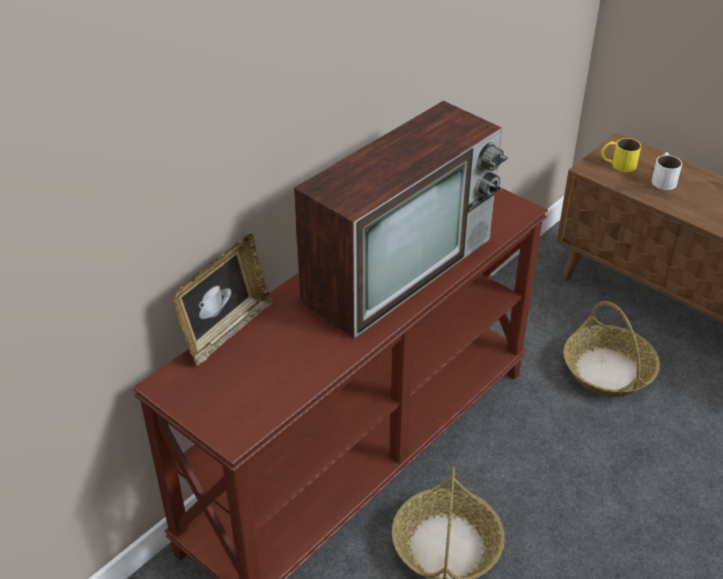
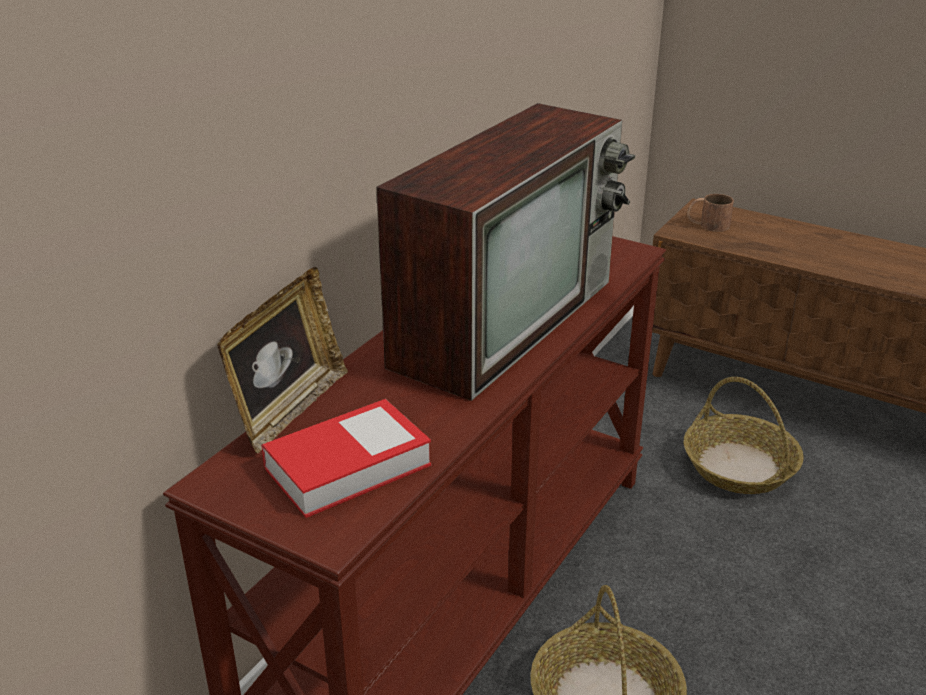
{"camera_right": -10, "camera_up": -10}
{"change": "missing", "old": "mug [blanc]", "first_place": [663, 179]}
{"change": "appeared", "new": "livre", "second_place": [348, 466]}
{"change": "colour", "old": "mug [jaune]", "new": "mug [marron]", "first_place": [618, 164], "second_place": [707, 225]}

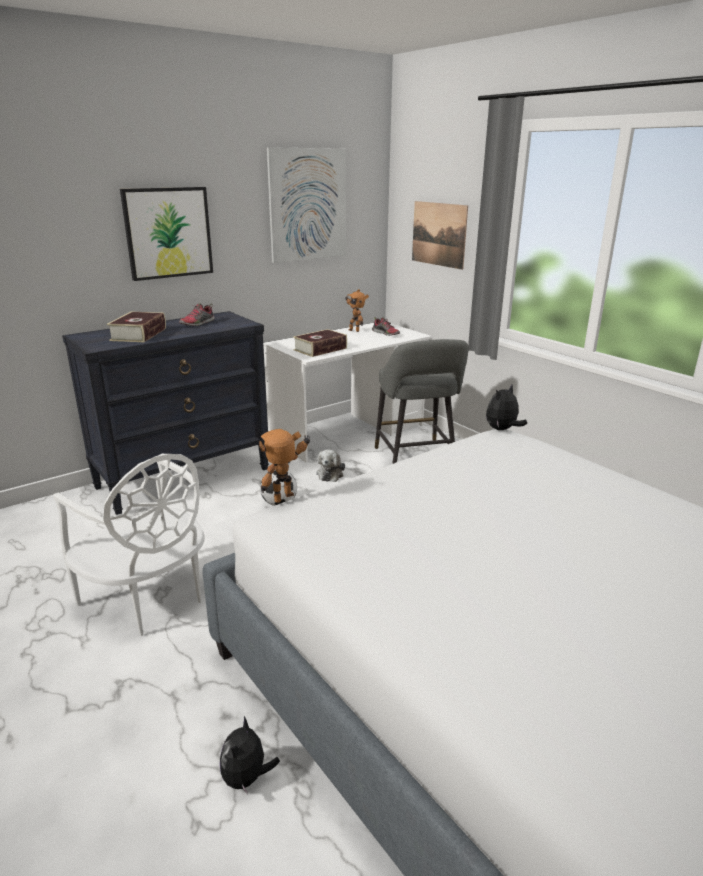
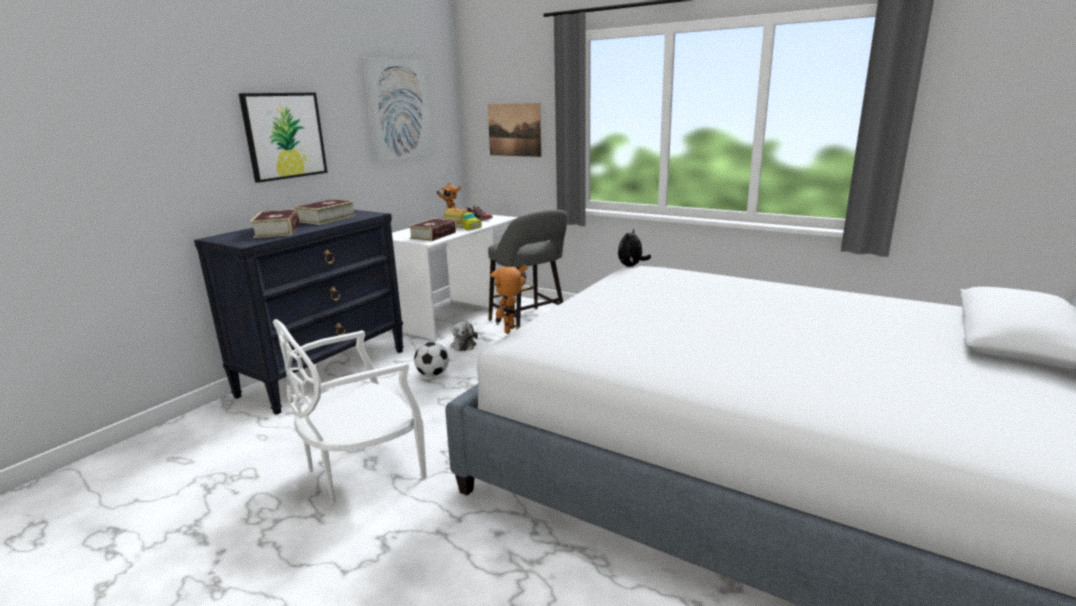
{"camera_right": -20, "camera_up": -5}
{"change": "missing", "old": "peluche", "first_place": [247, 778]}
{"change": "appeared", "new": "camion jouet", "second_place": [461, 226]}
{"change": "exchanged", "old": "chaussure", "new": "livre", "first_place": [198, 324], "second_place": [327, 218]}
{"change": "spun", "old": "chaise [blanc]", "first_place": [148, 599], "second_place": [361, 470], "degrees": 120}

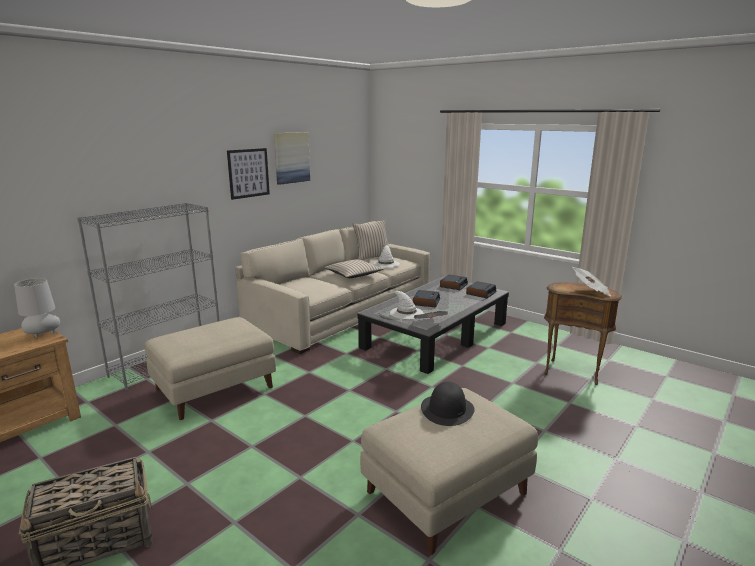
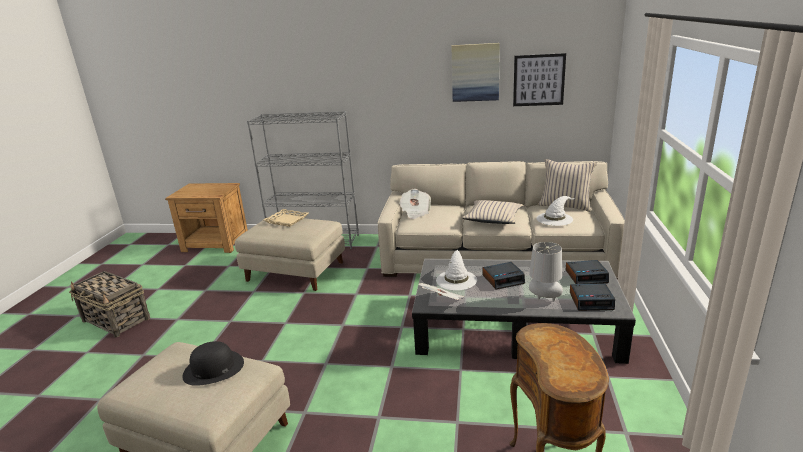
{"camera_right": 60, "camera_up": 5}
{"change": "appeared", "new": "plateau [beige]", "second_place": [286, 220]}
{"change": "relocated", "old": "lampe de table [gris]", "first_place": [42, 335], "second_place": [544, 299]}
{"change": "relocated", "old": "tableau", "first_place": [248, 173], "second_place": [538, 80]}
{"change": "relocated", "old": "journal", "first_place": [591, 291], "second_place": [415, 212]}

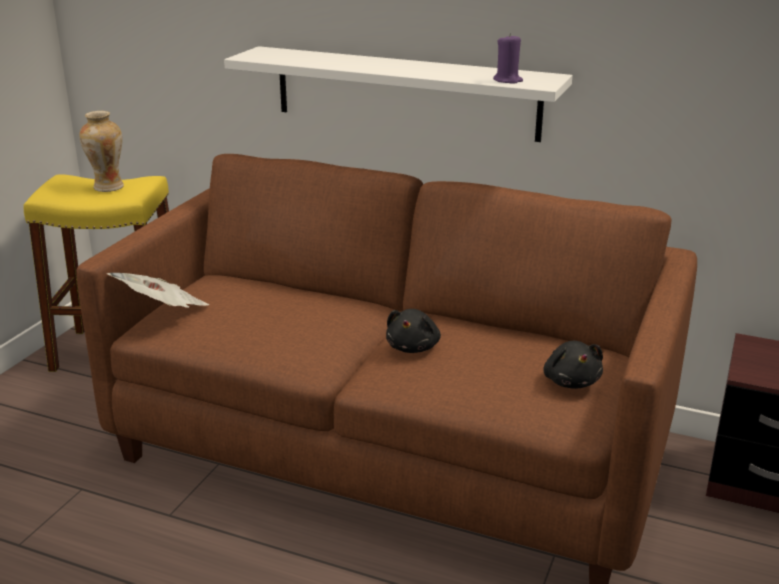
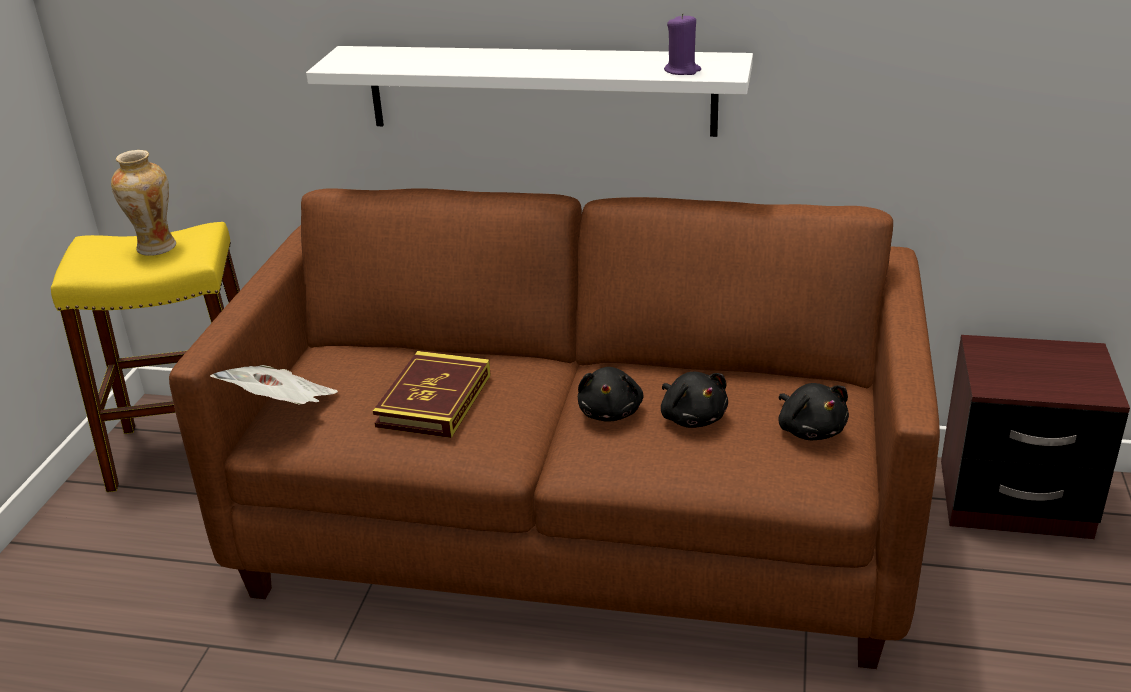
{"camera_right": -10, "camera_up": 5}
{"change": "appeared", "new": "livre", "second_place": [434, 400]}
{"change": "appeared", "new": "peluche [noir]", "second_place": [692, 417]}

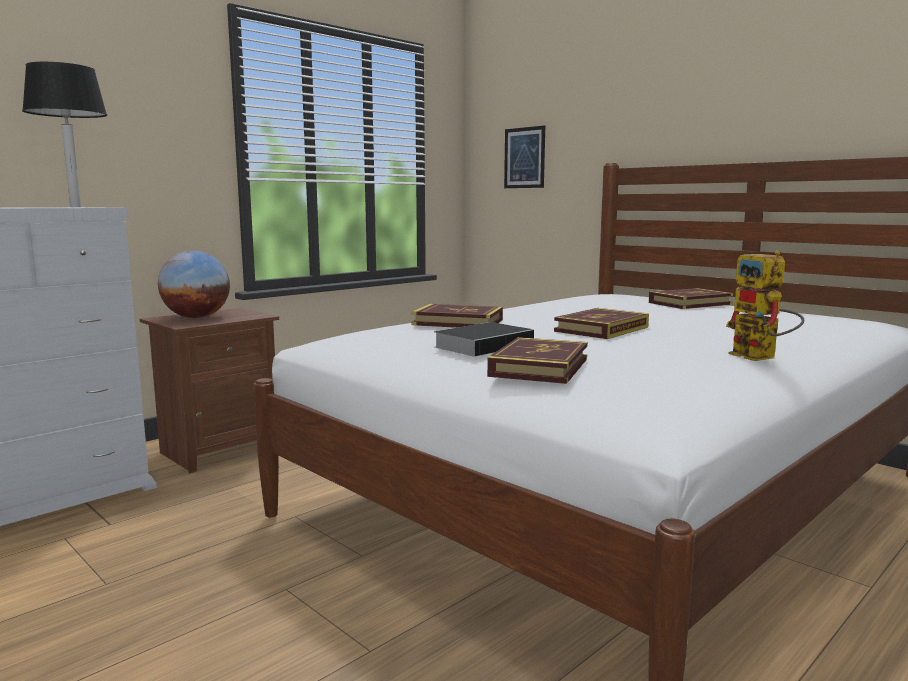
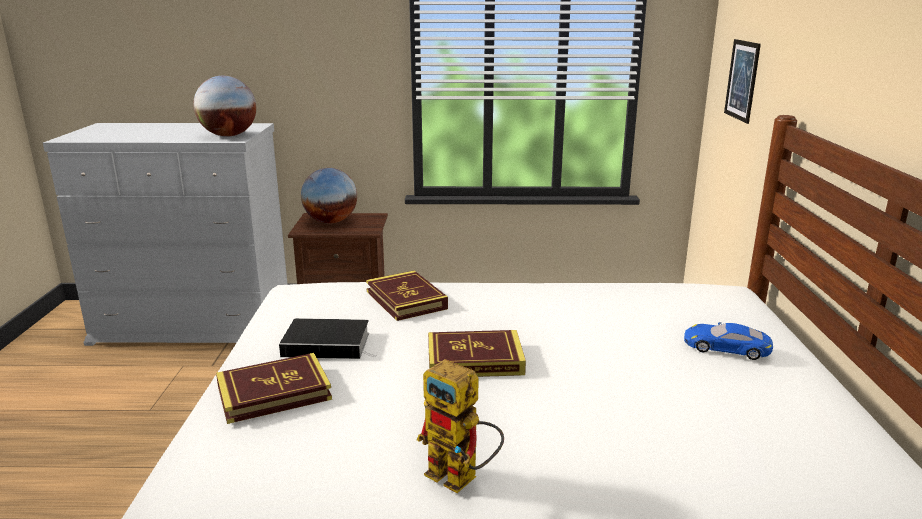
{"camera_right": 45, "camera_up": 10}
{"change": "exchanged", "old": "lampe de table [noir]", "new": "globe", "first_place": [75, 207], "second_place": [229, 135]}
{"change": "exchanged", "old": "livre", "new": "petite voiture [bleu]", "first_place": [690, 303], "second_place": [726, 347]}
{"change": "spun", "old": "robot jouet", "first_place": [762, 358], "second_place": [462, 478], "degrees": -75}

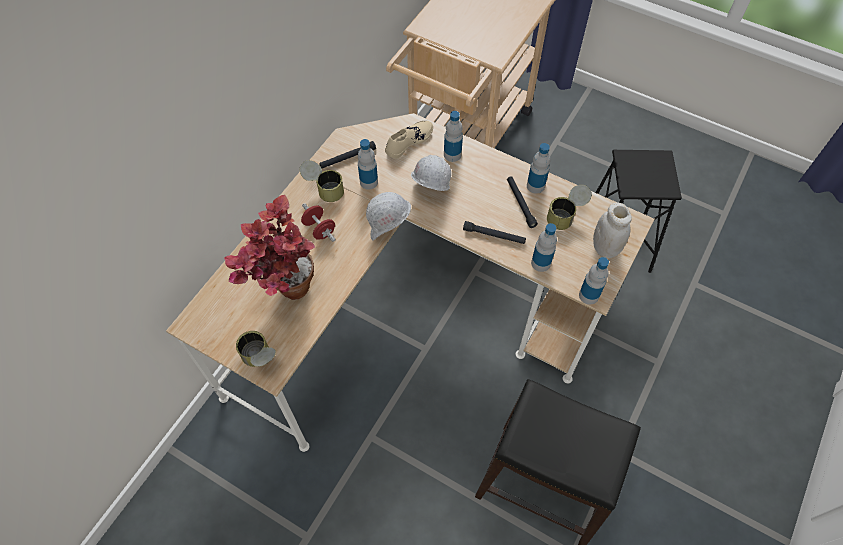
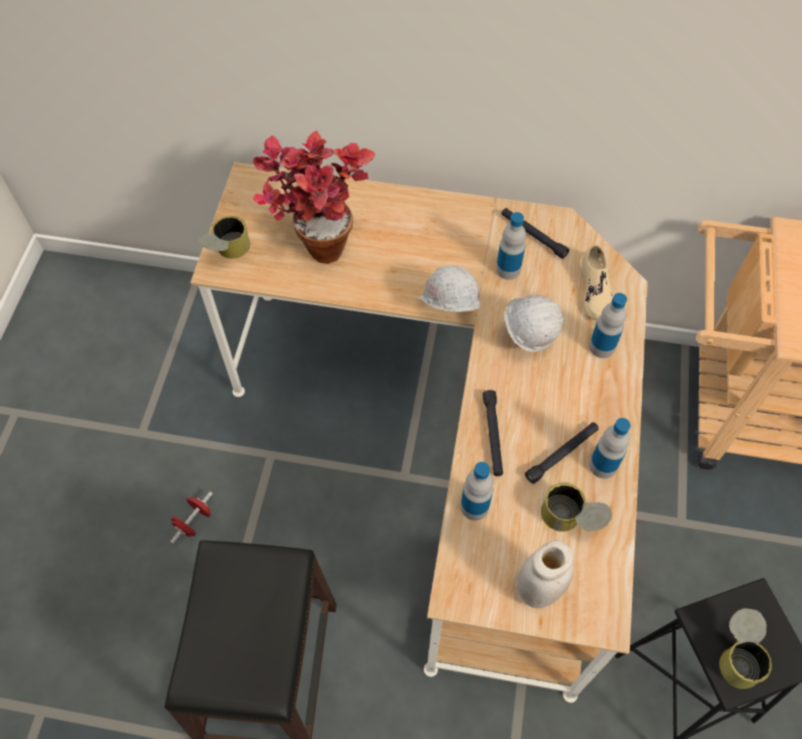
{"camera_right": 70, "camera_up": 0}
{"change": "missing", "old": "bouteille", "first_place": [588, 295]}
{"change": "relocated", "old": "boîte métallique", "first_place": [324, 189], "second_place": [738, 654]}
{"change": "relocated", "old": "haltère [rouge]", "first_place": [319, 229], "second_place": [194, 521]}
{"change": "spun", "old": "chaussure [beige]", "first_place": [409, 141], "second_place": [595, 291], "degrees": 60}

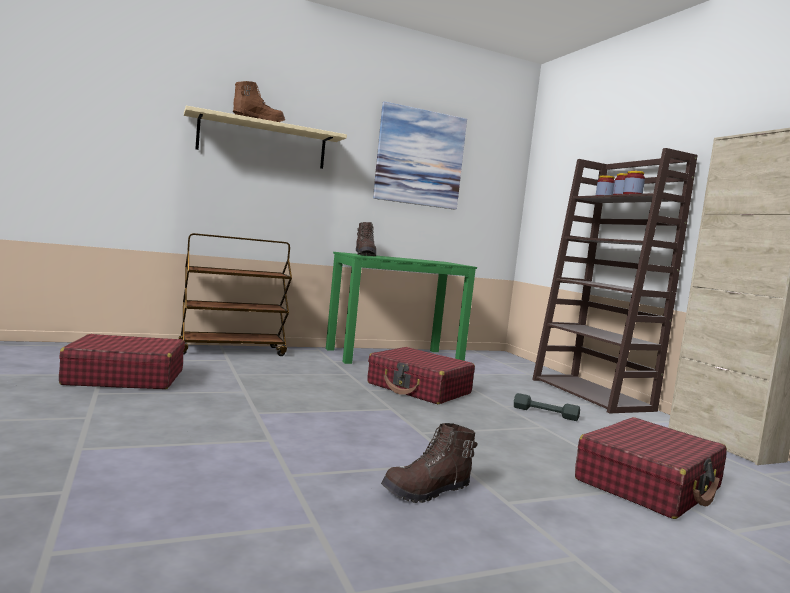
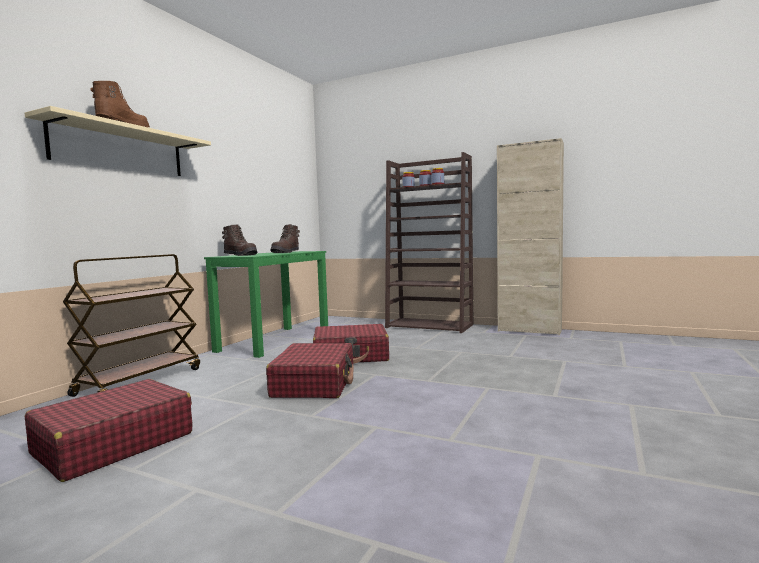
{"camera_right": -40, "camera_up": 0}
{"change": "missing", "old": "tableau", "first_place": [420, 158]}
{"change": "missing", "old": "haltère [gris]", "first_place": [545, 413]}
{"change": "relocated", "old": "botte [marron]", "first_place": [427, 491], "second_place": [286, 252]}
{"change": "relocated", "old": "valise [rouge]", "first_place": [649, 484], "second_place": [314, 384]}

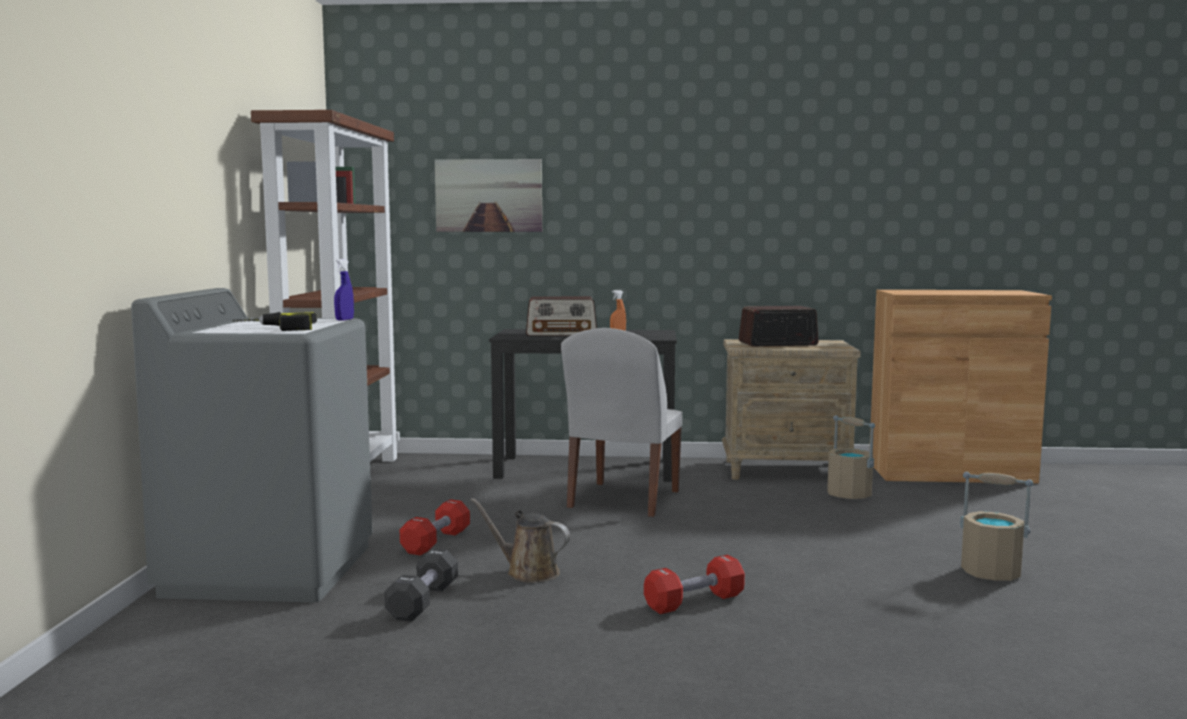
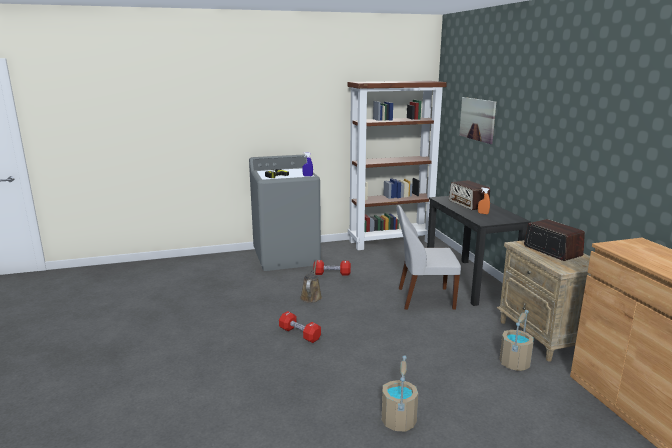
{"camera_right": 70, "camera_up": 10}
{"change": "missing", "old": "haltère [noir]", "first_place": [423, 602]}

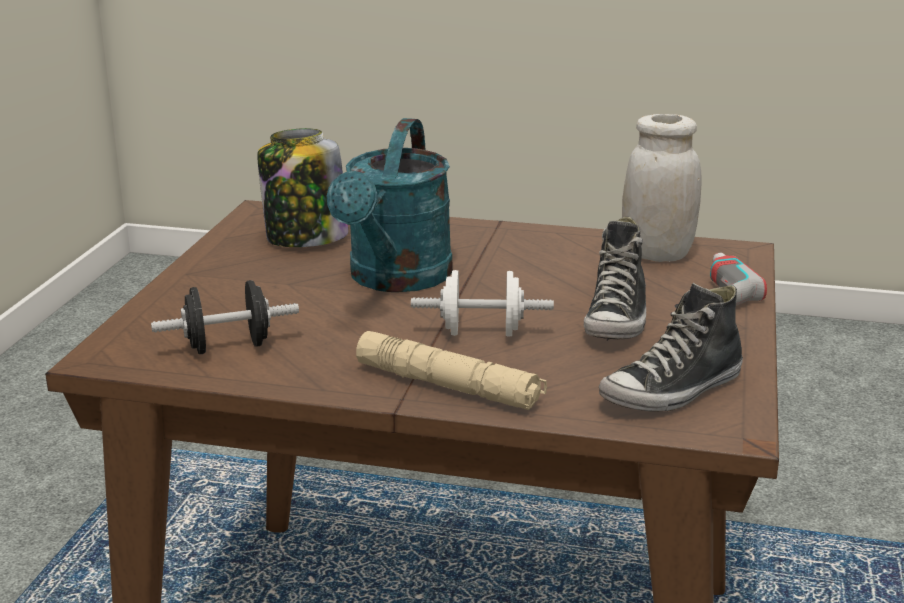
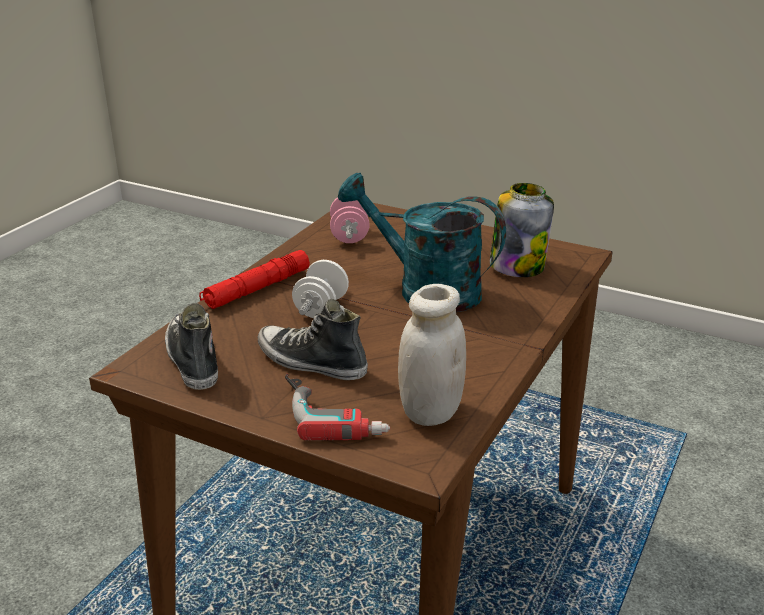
{"camera_right": 105, "camera_up": 5}
{"change": "colour", "old": "haltère [noir]", "new": "haltère [rose]", "first_place": [228, 347], "second_place": [349, 236]}
{"change": "colour", "old": "lampe de poche [beige]", "new": "lampe de poche [rouge]", "first_place": [448, 386], "second_place": [257, 289]}

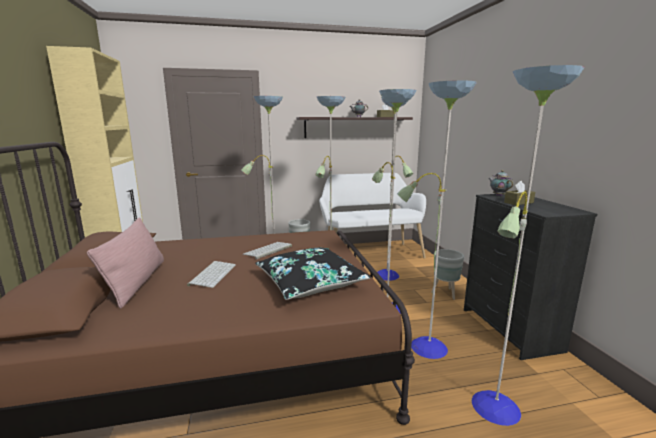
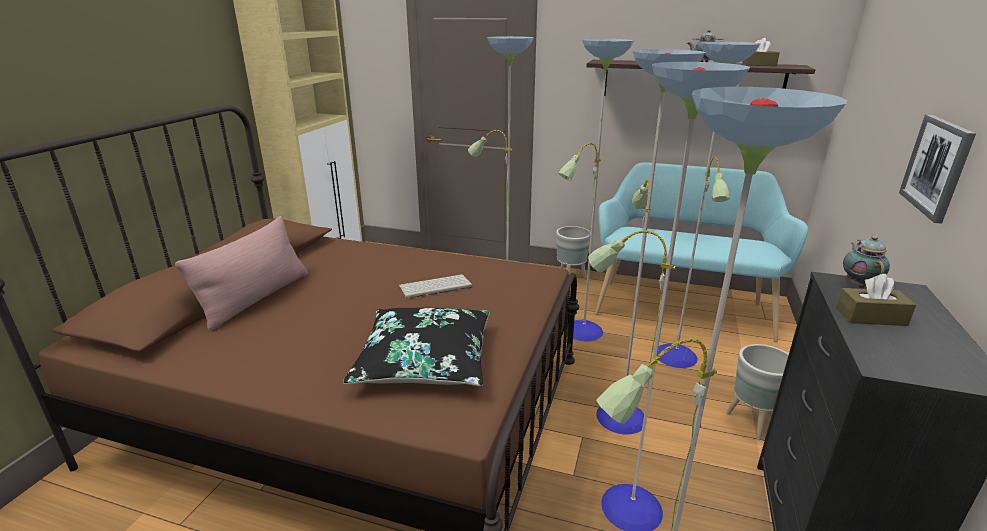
{"camera_right": 30, "camera_up": 10}
{"change": "missing", "old": "clavier", "first_place": [212, 274]}
{"change": "appeared", "new": "tableau", "second_place": [937, 166]}
{"change": "colour", "old": "banc [blanc]", "new": "banc [turquoise]", "first_place": [370, 253], "second_place": [682, 306]}

